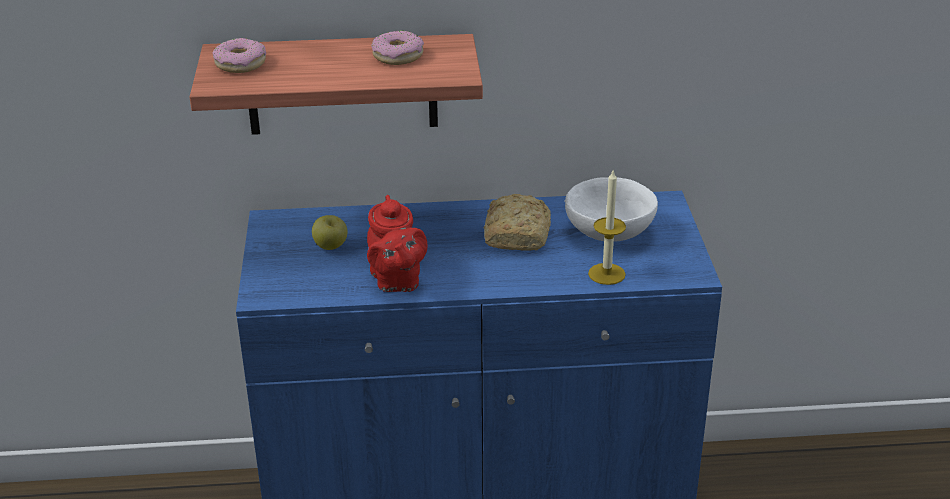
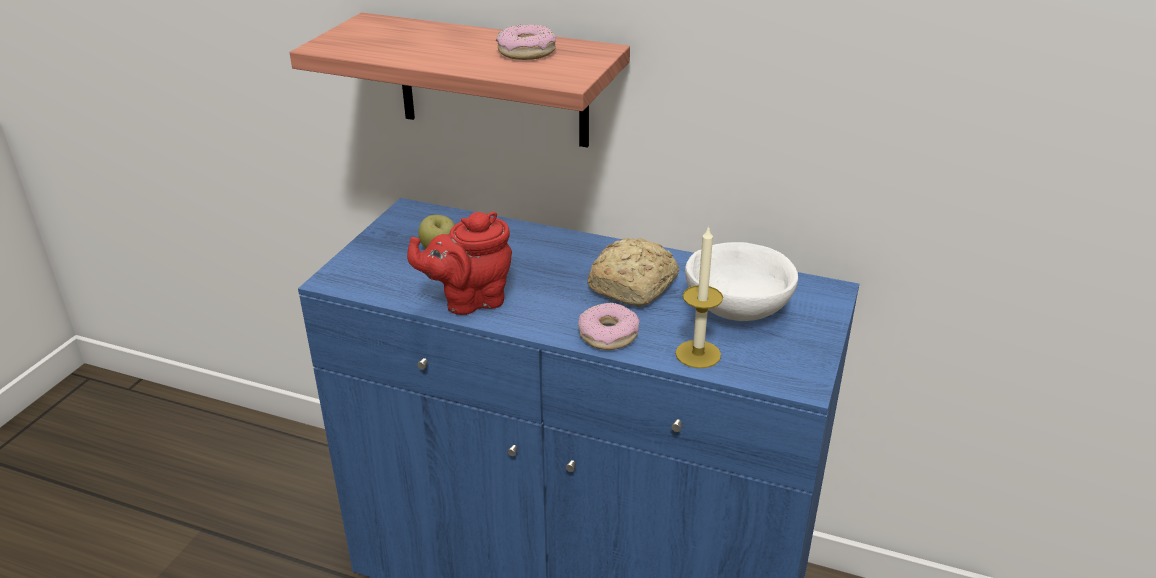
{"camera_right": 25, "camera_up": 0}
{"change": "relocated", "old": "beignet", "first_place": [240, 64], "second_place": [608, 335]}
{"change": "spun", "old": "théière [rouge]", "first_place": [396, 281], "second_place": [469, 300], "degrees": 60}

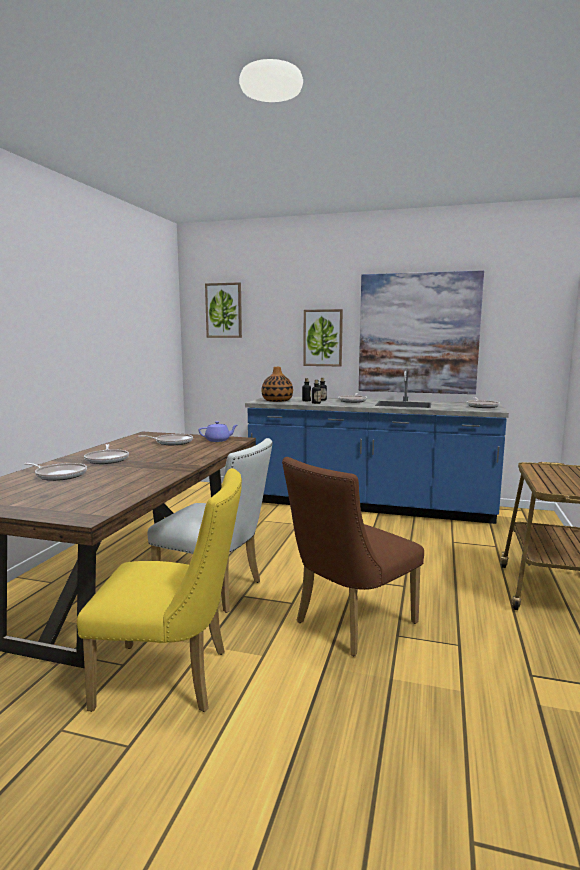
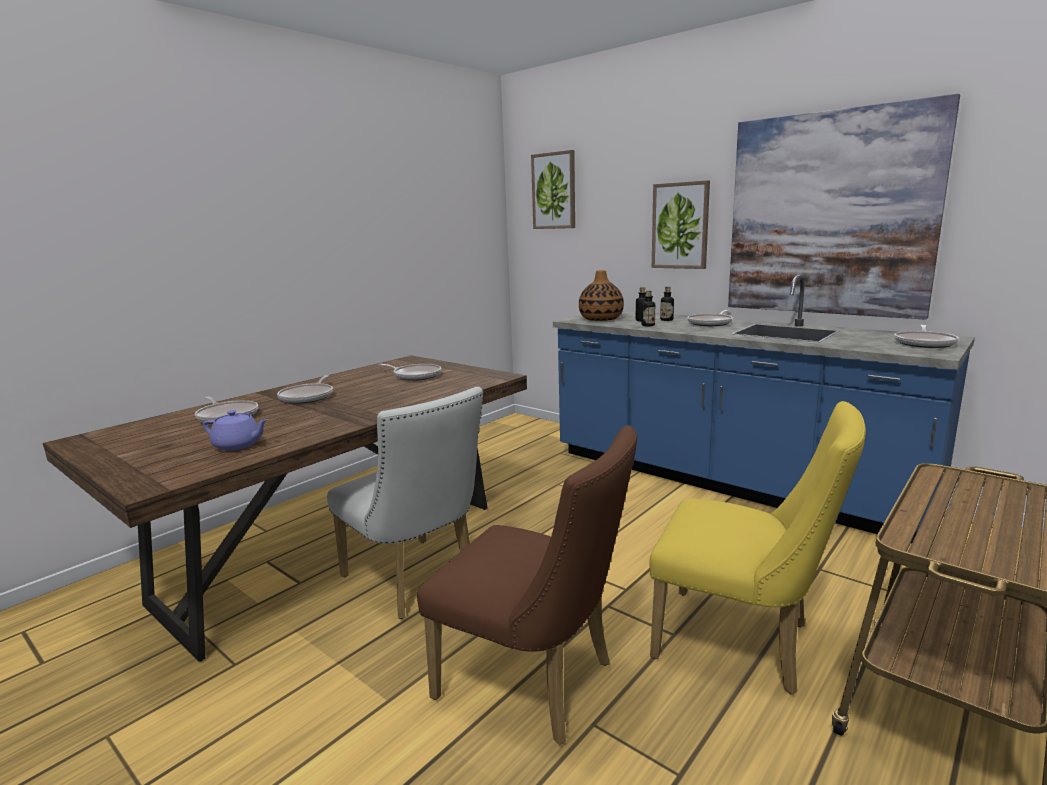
{"camera_right": 25, "camera_up": 5}
{"change": "relocated", "old": "chaise [jaune]", "first_place": [173, 679], "second_place": [743, 643]}
{"change": "relocated", "old": "théière [violet]", "first_place": [218, 440], "second_place": [238, 445]}
{"change": "spun", "old": "chaise [marron]", "first_place": [348, 625], "second_place": [536, 683], "degrees": -135}

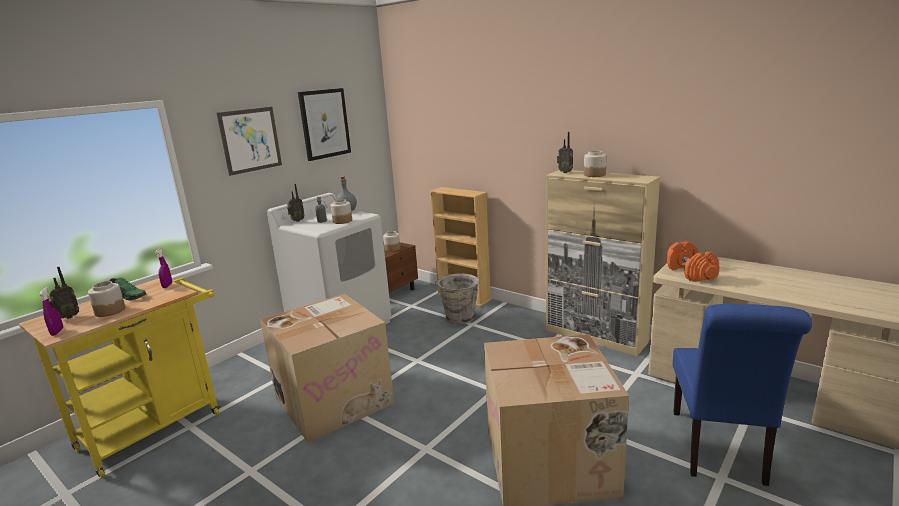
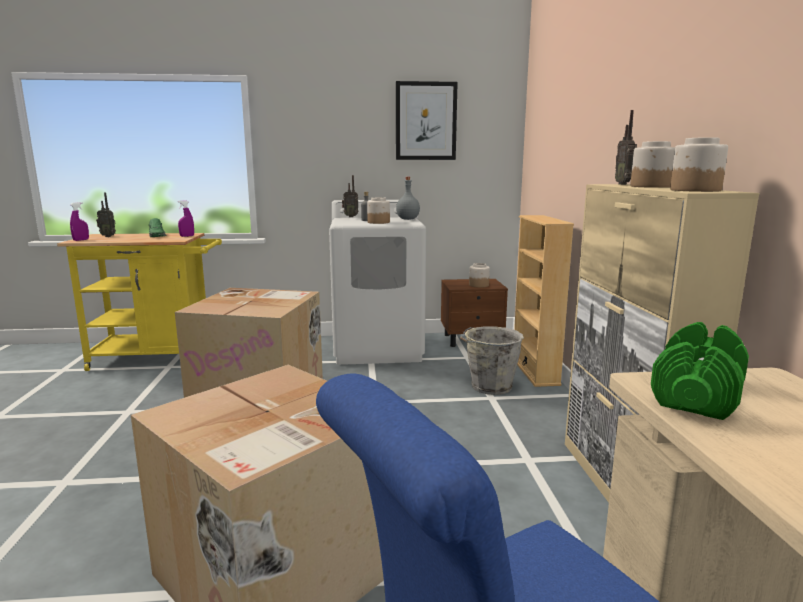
{"camera_right": 45, "camera_up": -5}
{"change": "missing", "old": "tableau", "first_place": [250, 140]}
{"change": "relocated", "old": "bocal", "first_place": [110, 311], "second_place": [694, 190]}
{"change": "colour", "old": "haltère [orange]", "new": "haltère [vert]", "first_place": [690, 273], "second_place": [696, 395]}

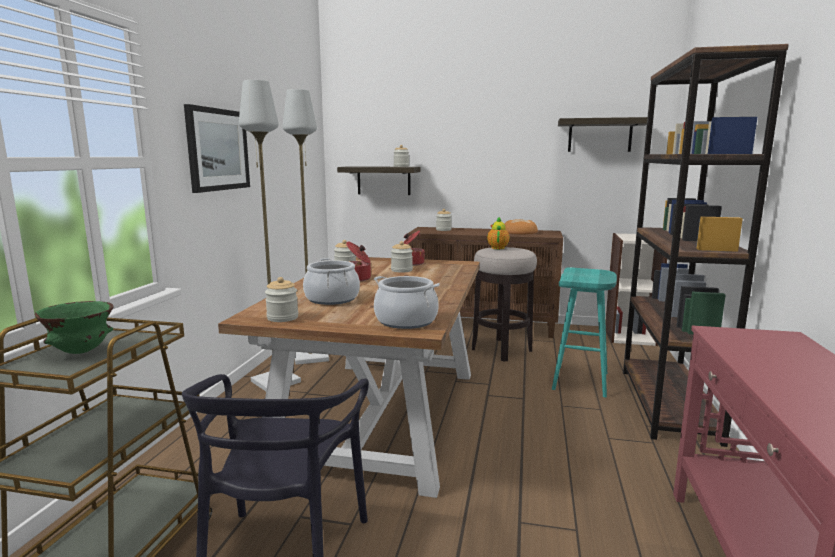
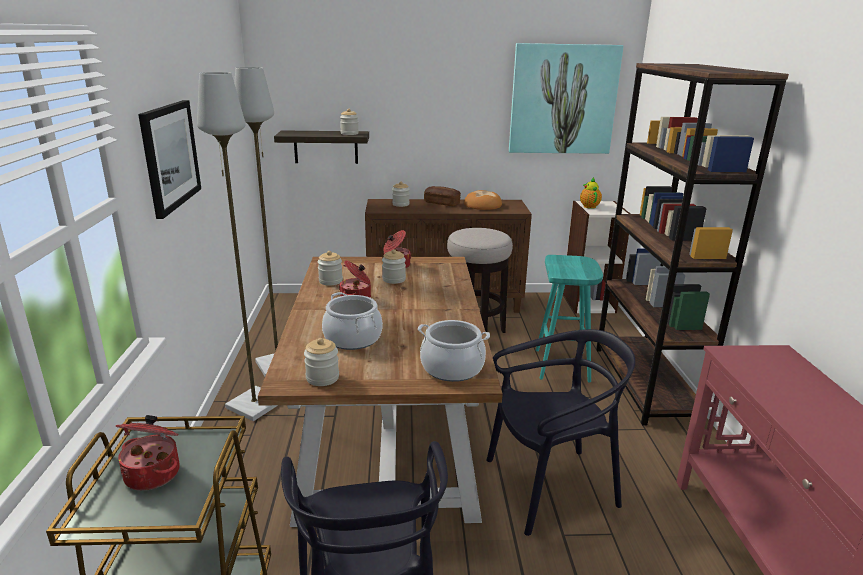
{"camera_right": -15, "camera_up": 10}
{"change": "appeared", "new": "pain", "second_place": [442, 203]}
{"change": "appeared", "new": "chaise [noir]", "second_place": [550, 487]}
{"change": "relocated", "old": "théière", "first_place": [498, 247], "second_place": [589, 206]}
{"change": "exchanged", "old": "bol [vert]", "new": "marmite", "first_place": [82, 352], "second_place": [154, 473]}
{"change": "exchanged", "old": "étagère", "new": "tableau", "first_place": [600, 135], "second_place": [563, 99]}

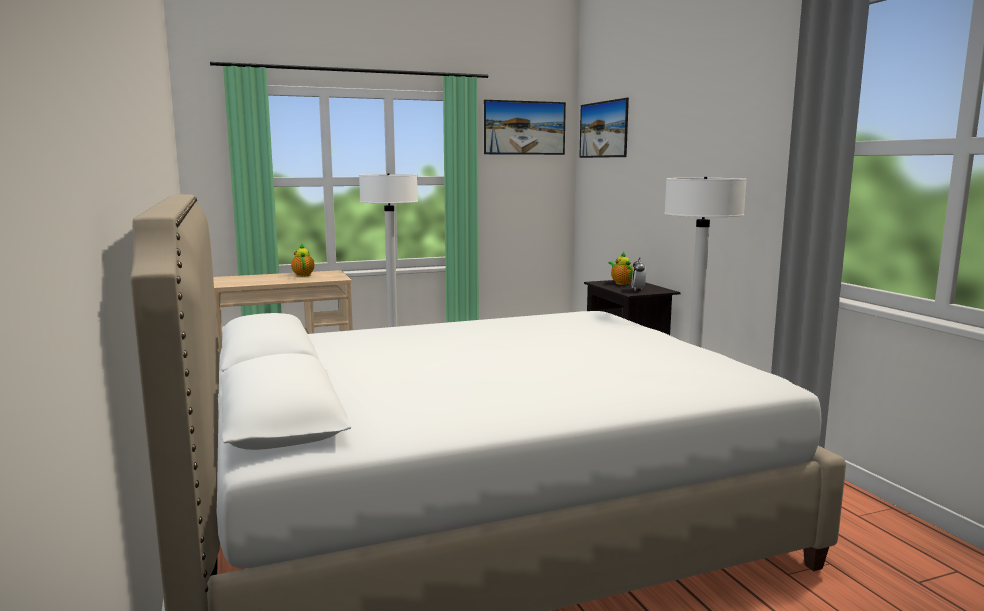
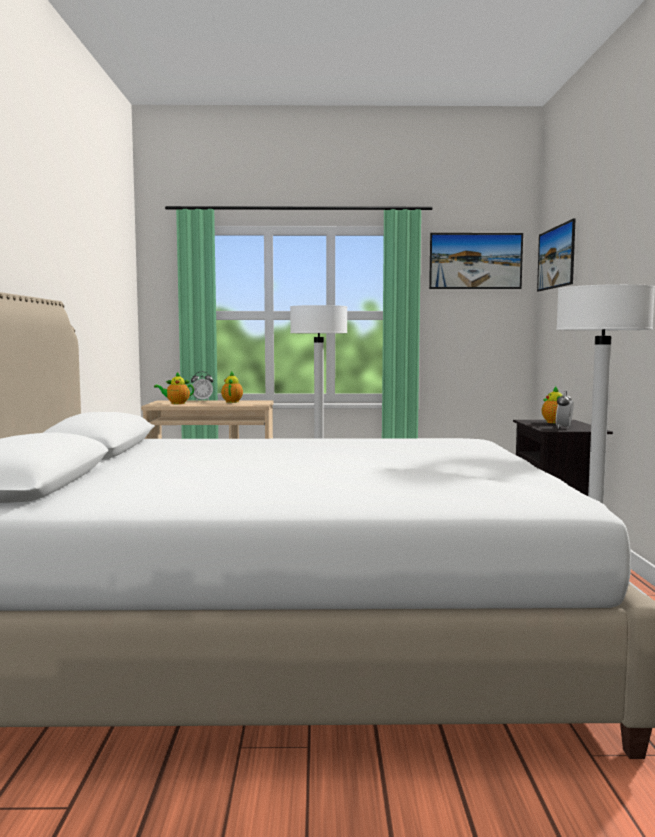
{"camera_right": 20, "camera_up": -5}
{"change": "appeared", "new": "théière", "second_place": [176, 403]}
{"change": "appeared", "new": "réveil", "second_place": [202, 400]}

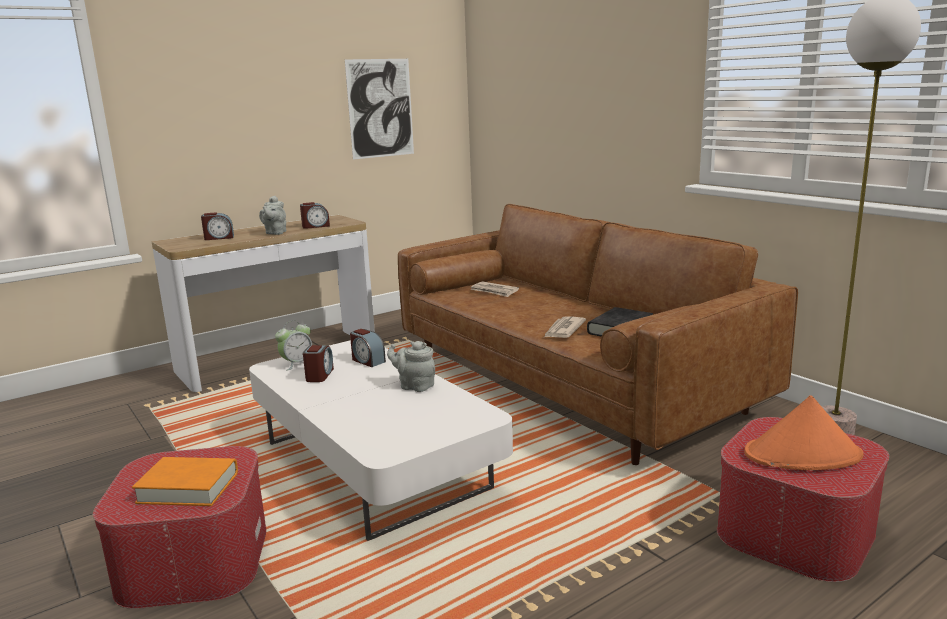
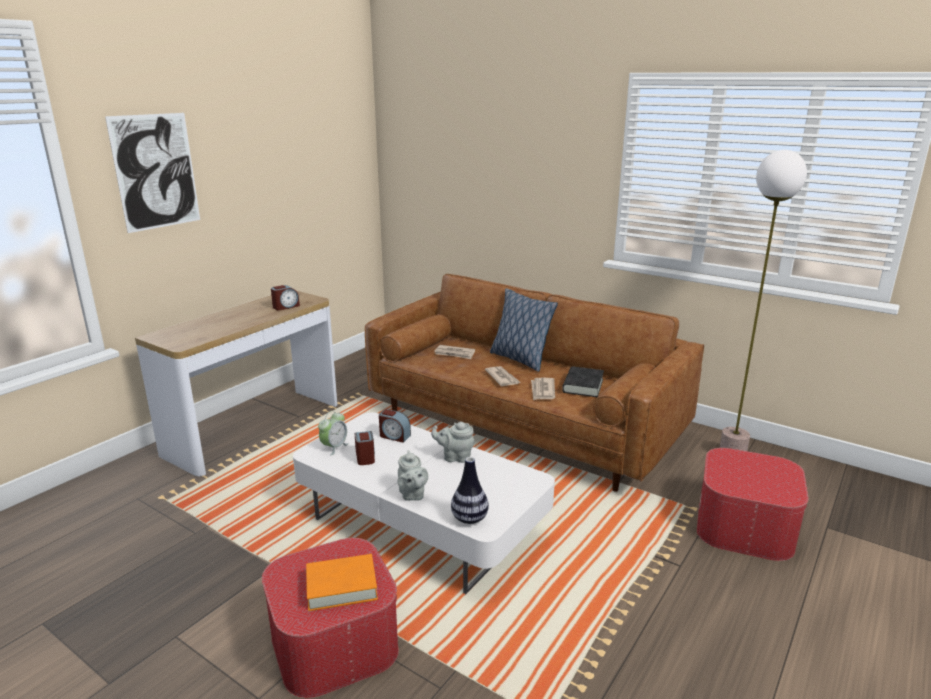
{"camera_right": -20, "camera_up": 5}
{"change": "missing", "old": "réveil", "first_place": [219, 238]}
{"change": "missing", "old": "chapeau [orange]", "first_place": [803, 455]}
{"change": "appeared", "new": "vase", "second_place": [469, 519]}
{"change": "appeared", "new": "journal", "second_place": [502, 378]}
{"change": "appeared", "new": "coussin", "second_place": [519, 359]}
{"change": "relocated", "old": "théière [gris]", "first_place": [275, 233], "second_place": [412, 495]}
{"change": "relocated", "old": "tableau", "first_place": [380, 108], "second_place": [156, 172]}

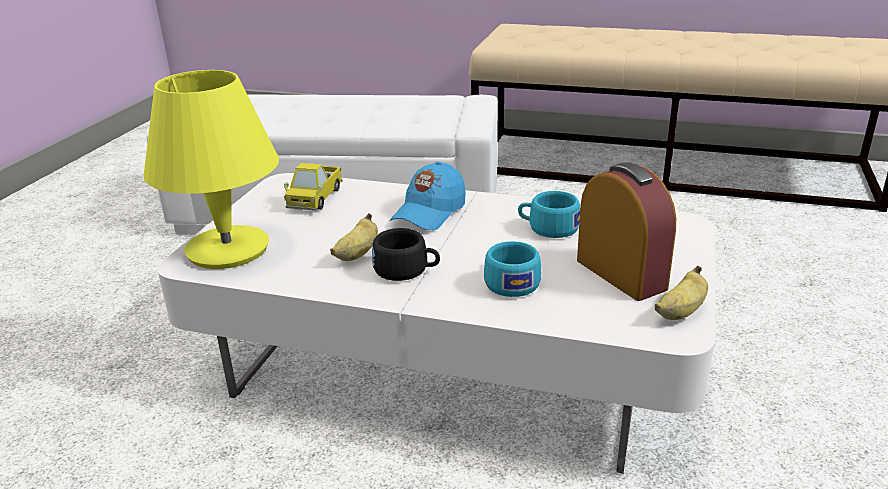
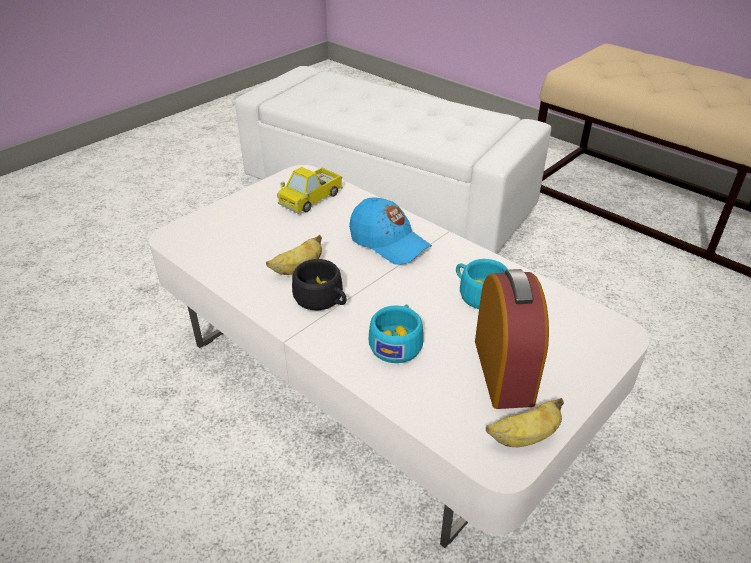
{"camera_right": 25, "camera_up": 10}
{"change": "missing", "old": "lampe de table [jaune]", "first_place": [227, 249]}
{"change": "spun", "old": "casquette [bleu]", "first_place": [429, 213], "second_place": [389, 243], "degrees": -105}

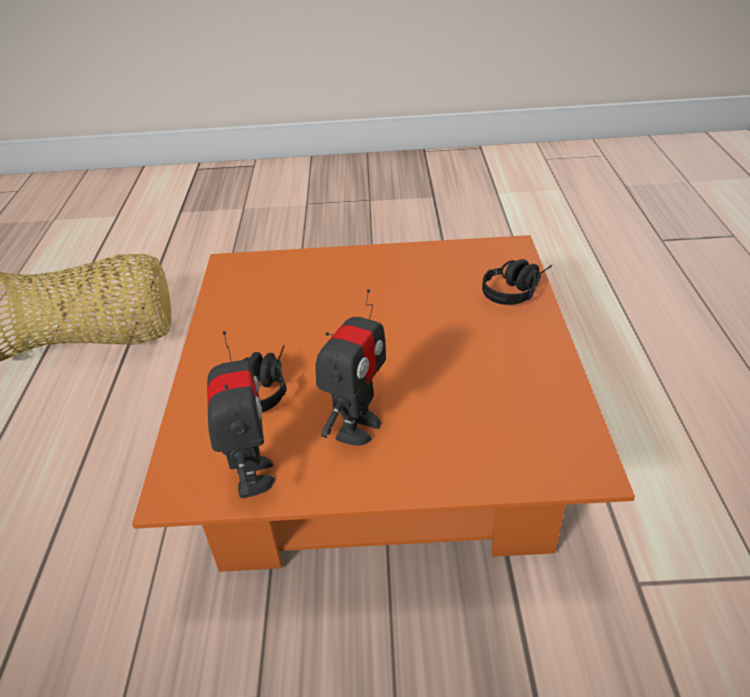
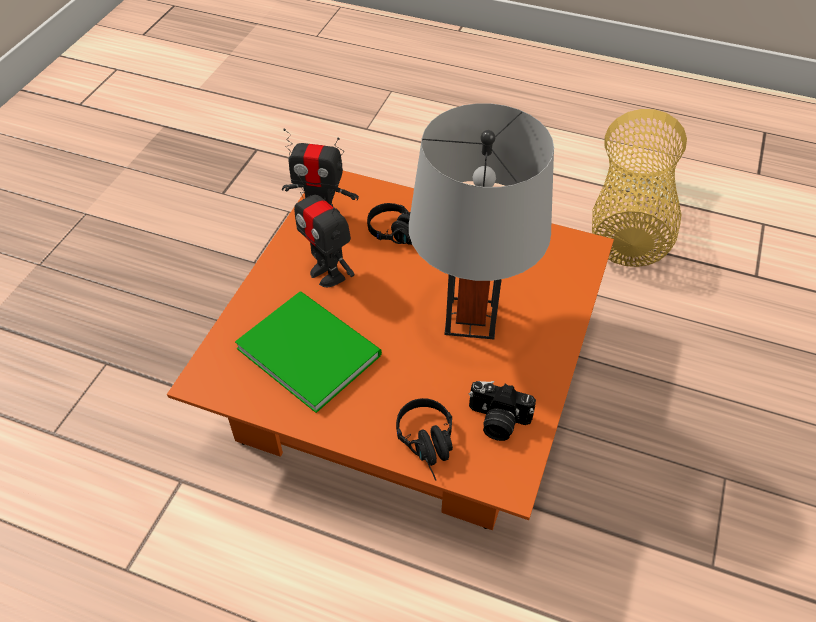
{"camera_right": 110, "camera_up": 10}
{"change": "appeared", "new": "livre [vert]", "second_place": [308, 348]}
{"change": "appeared", "new": "lampe de table [gris]", "second_place": [471, 318]}
{"change": "appeared", "new": "appareil photo", "second_place": [497, 421]}

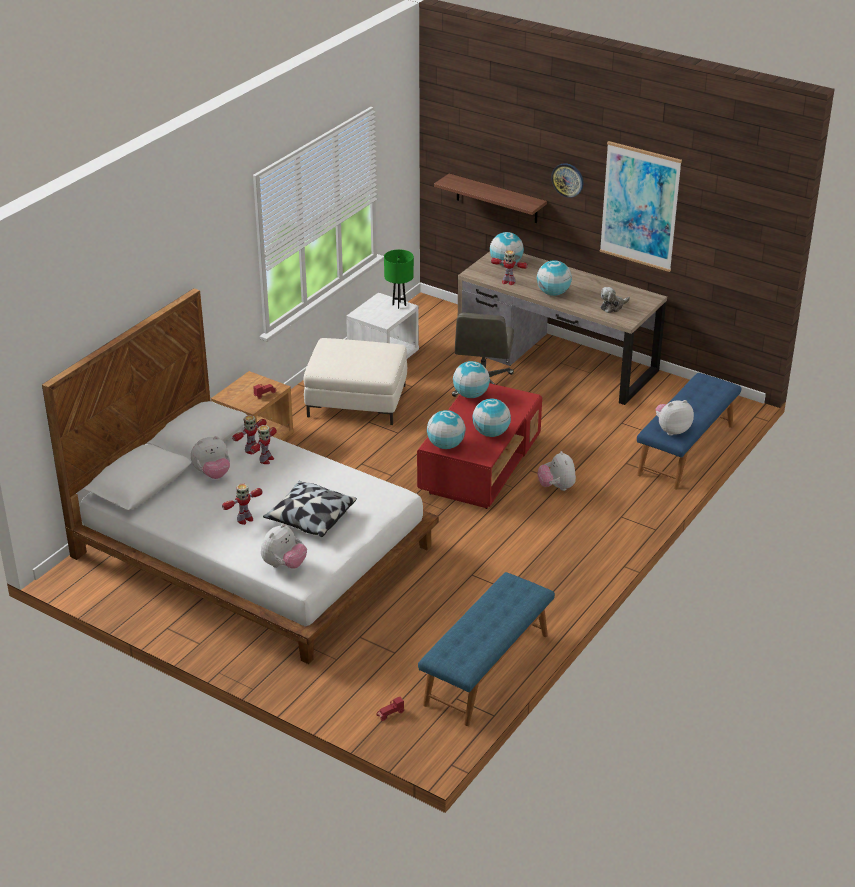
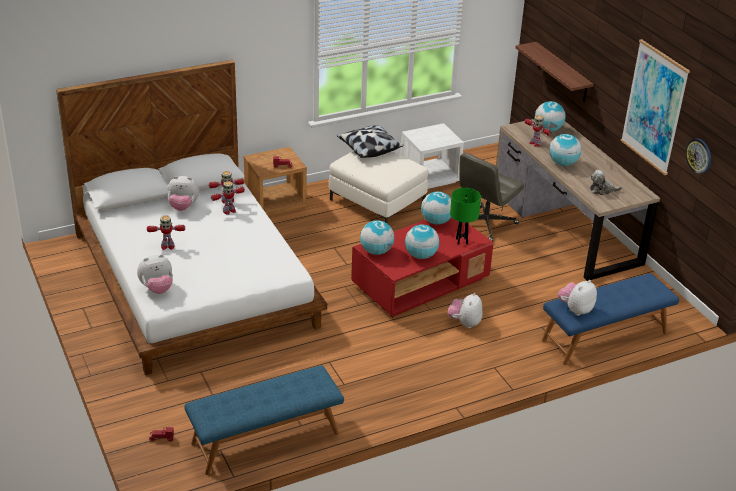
{"camera_right": 30, "camera_up": 0}
{"change": "relocated", "old": "coussin", "first_place": [310, 518], "second_place": [369, 149]}
{"change": "relocated", "old": "lampe de table [vert]", "first_place": [399, 305], "second_place": [461, 241]}
{"change": "relocated", "old": "horloge murale", "first_place": [567, 180], "second_place": [699, 155]}
{"change": "spun", "old": "peluche", "first_place": [672, 430], "second_place": [575, 309], "degrees": -60}

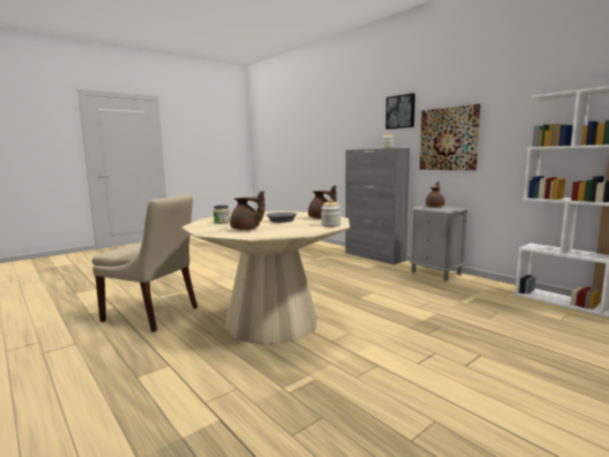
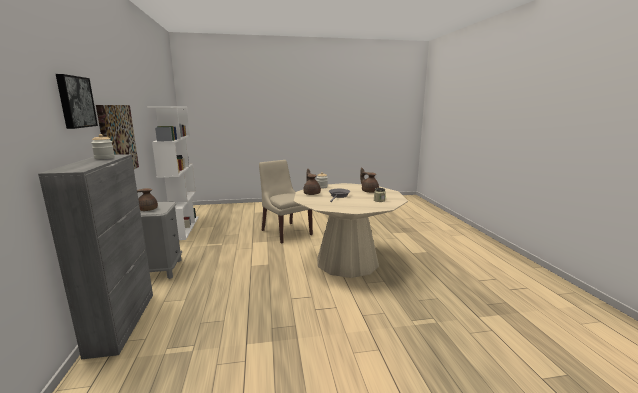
{"camera_right": -150, "camera_up": 5}
{"change": "relocated", "old": "chaise [beige]", "first_place": [153, 315], "second_place": [285, 232]}

